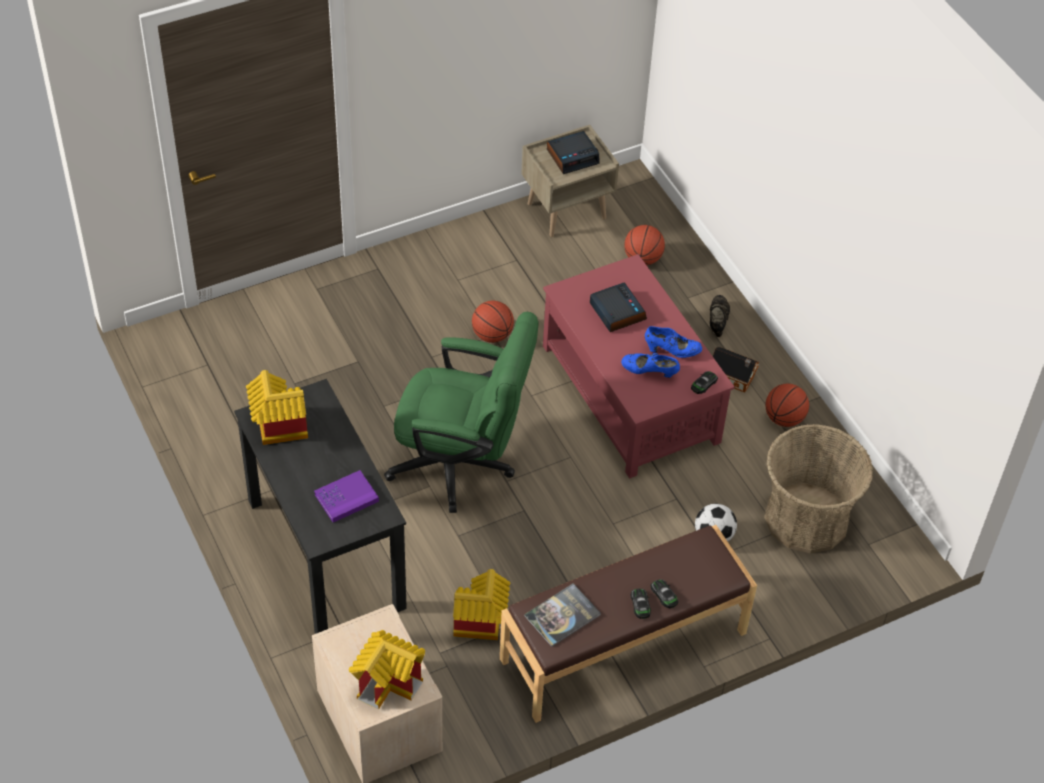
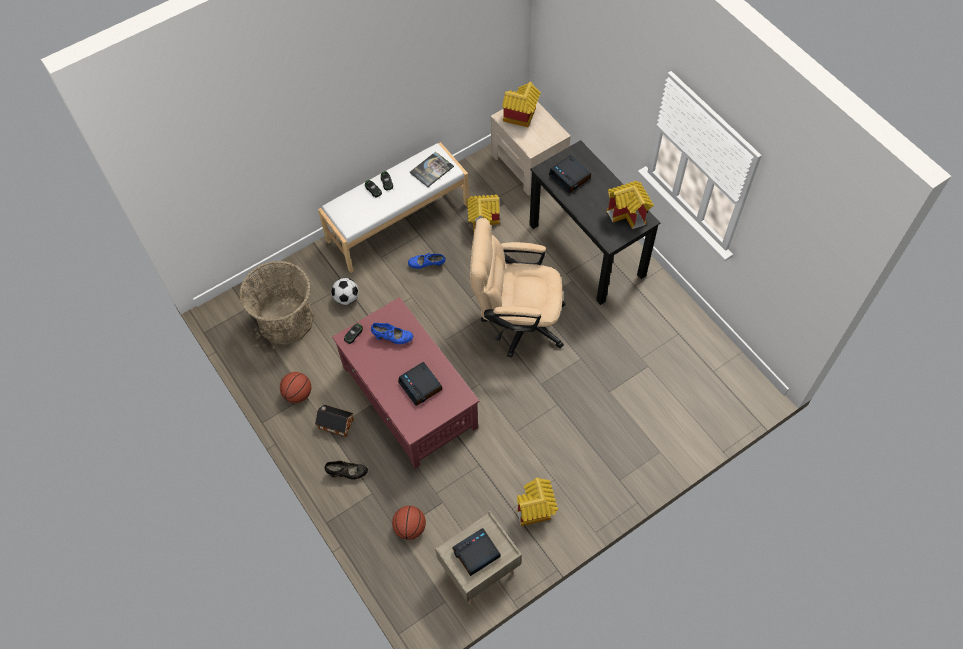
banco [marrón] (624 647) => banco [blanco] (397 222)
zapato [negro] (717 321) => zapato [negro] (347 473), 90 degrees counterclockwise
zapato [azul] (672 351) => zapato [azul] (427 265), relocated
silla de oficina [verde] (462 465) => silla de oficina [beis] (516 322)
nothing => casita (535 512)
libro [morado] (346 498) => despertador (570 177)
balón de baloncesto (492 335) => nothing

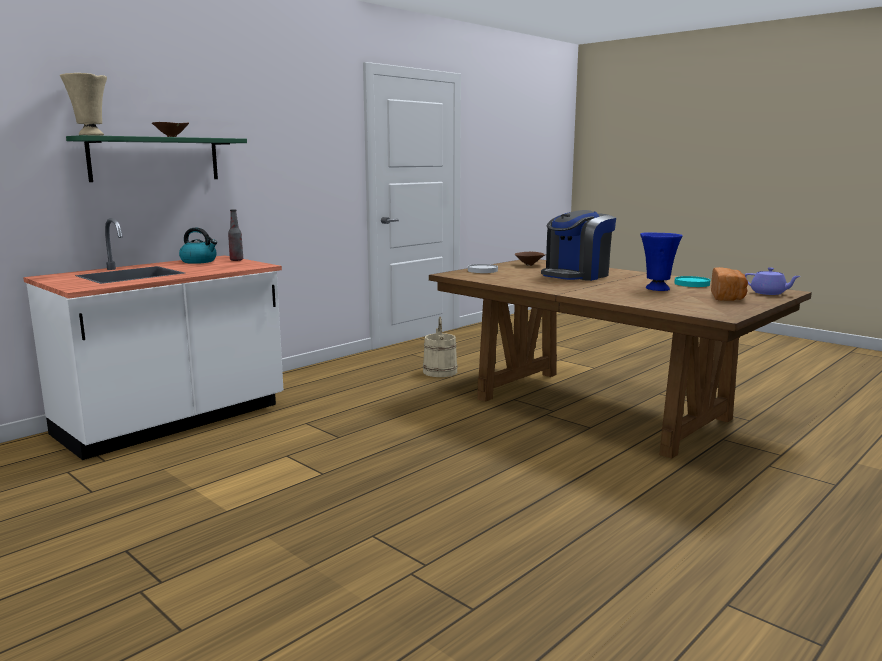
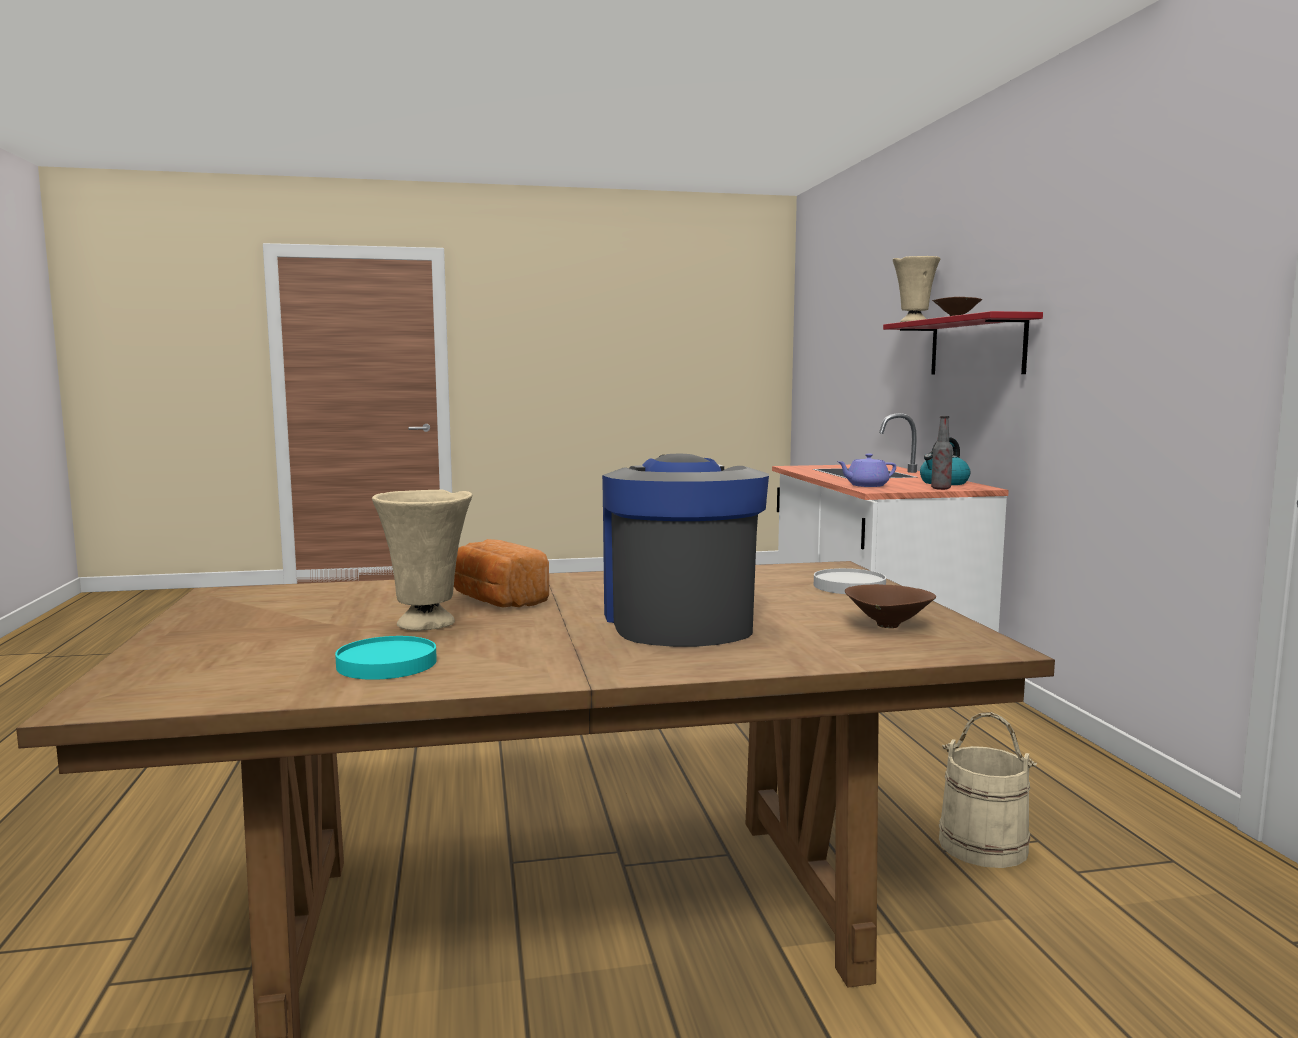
florero [azul] (656 289) => florero [beis] (428 624)
pan (728 297) => pan (496 600), relocated
tetera [morado] (769 293) => tetera [morado] (866 485), relocated
estante [verde] (155 159) => estante [rojo] (976 346)

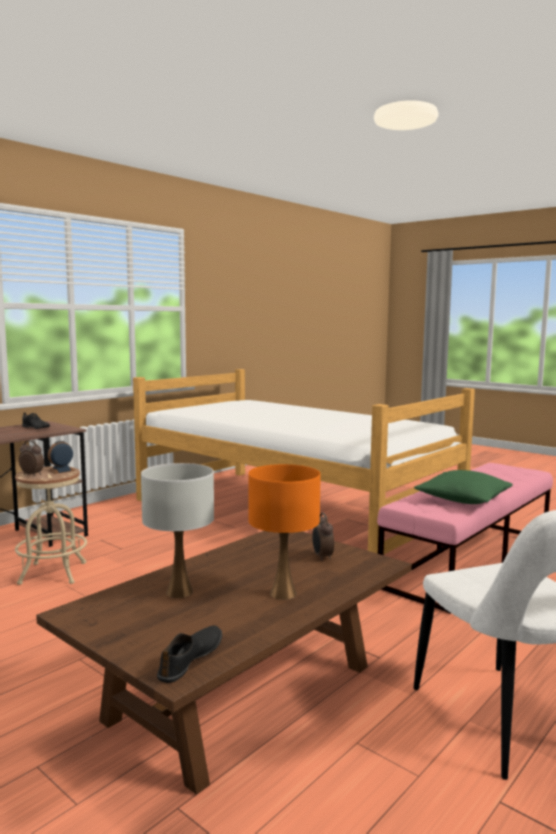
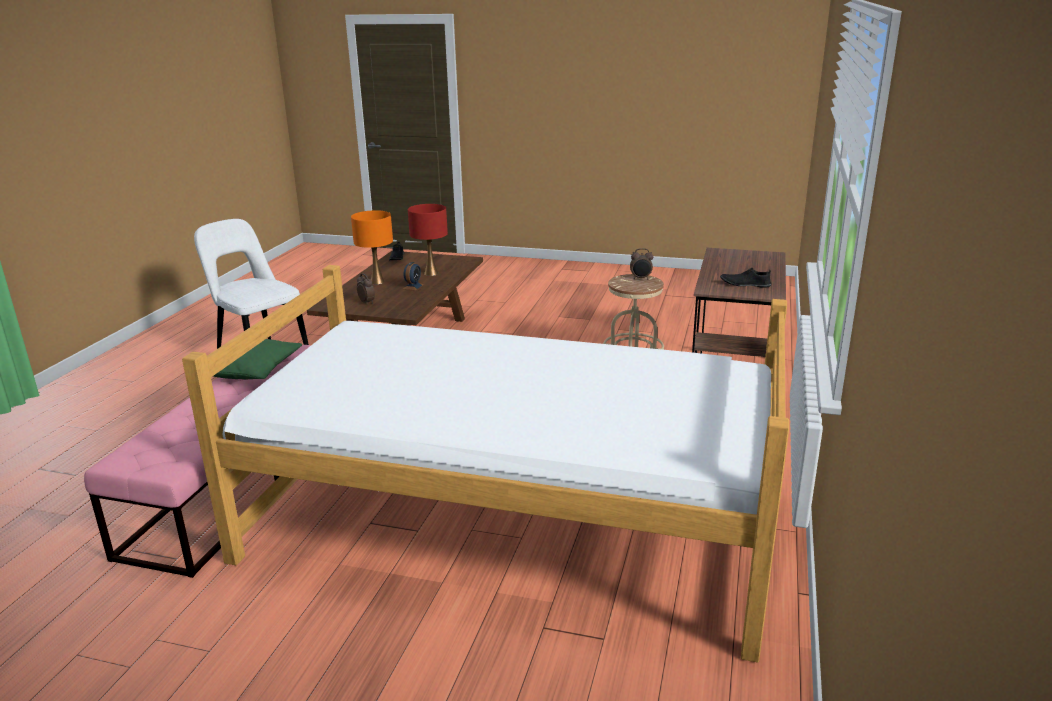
despertador (61 470) => despertador (413 286), relocated
lámpara de mesa [blanco] (180 592) => lámpara de mesa [rojo] (431 273)

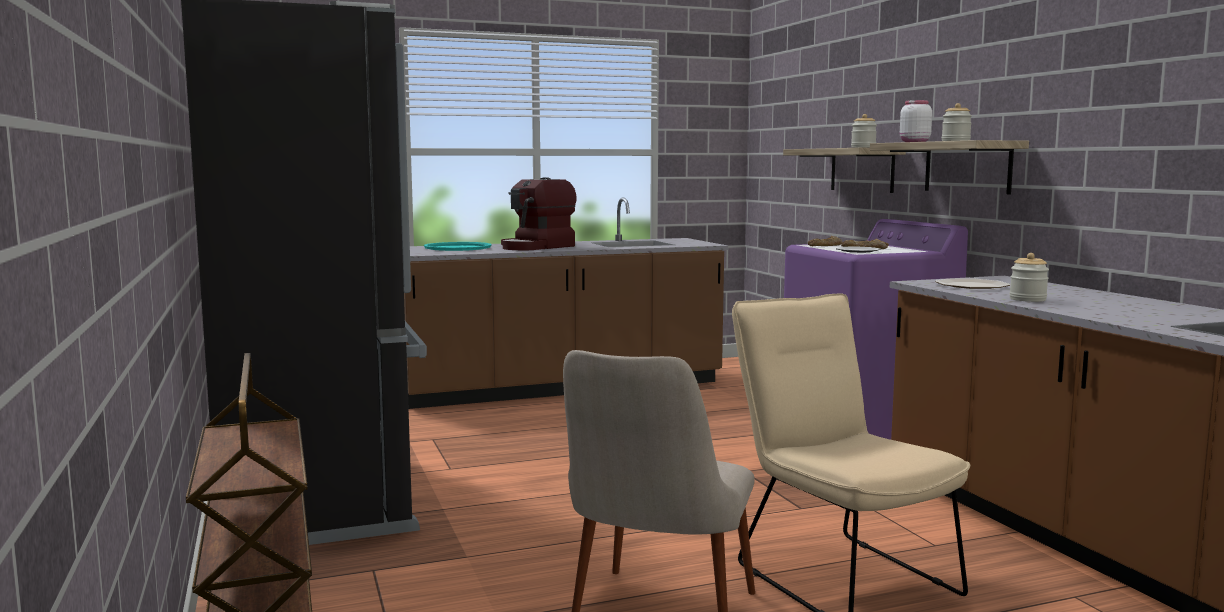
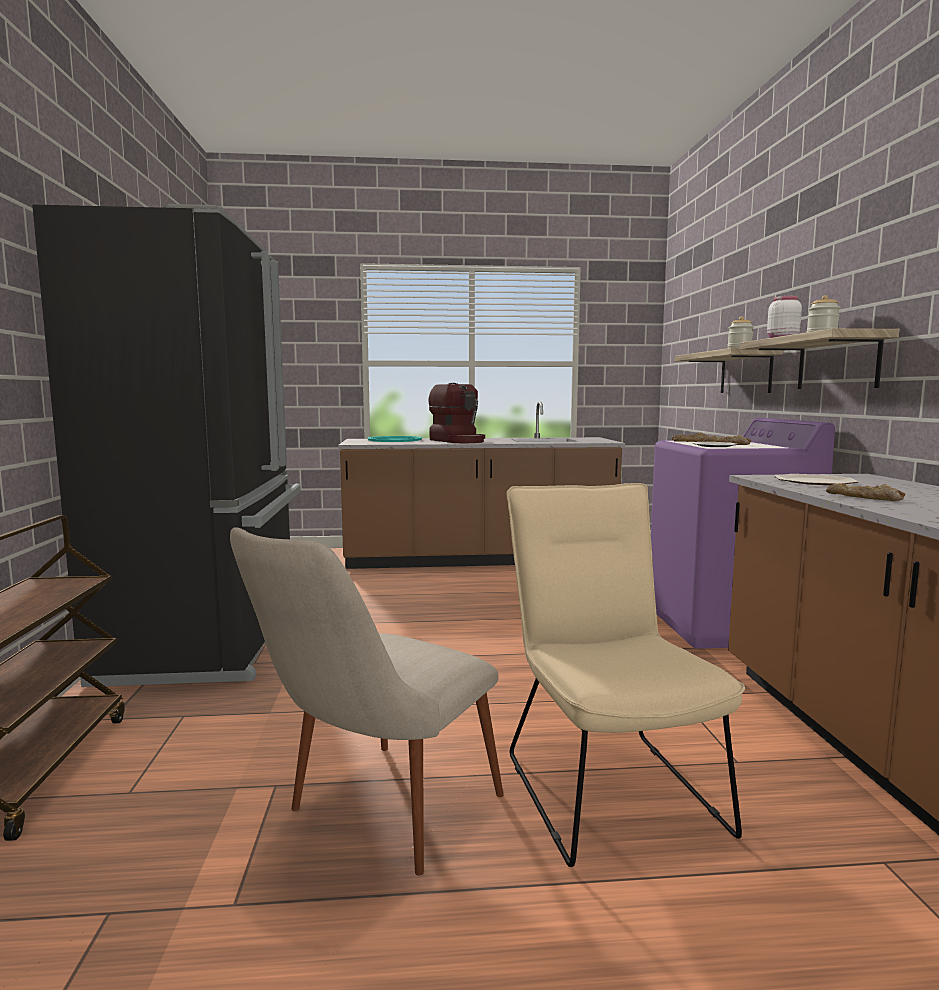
cafetera (537 247) => cafetera (458 441), 90 degrees counterclockwise
tarro (1027 299) => pan (863 497)

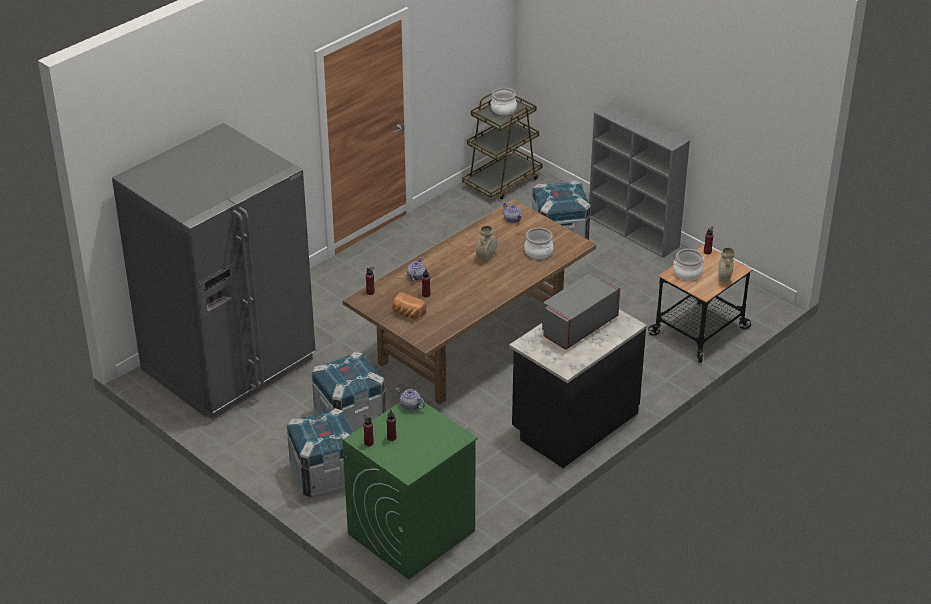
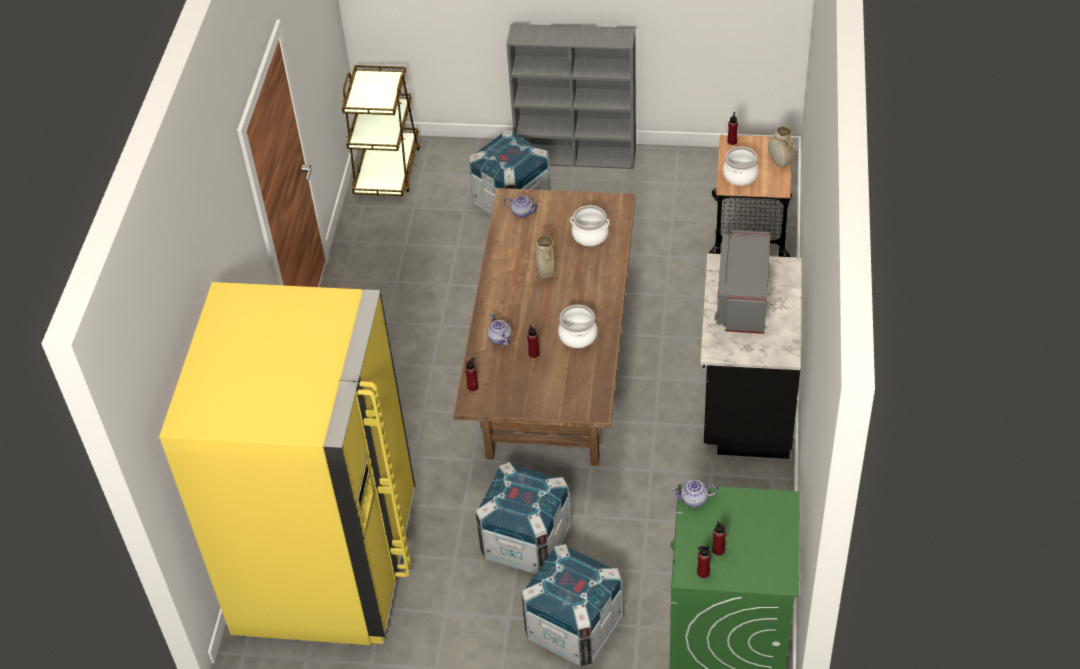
nevera [gris] (228 365) => nevera [amarillo] (326 564)
olla (503 109) => olla (578 336), relocated
pan (407 314) => nothing

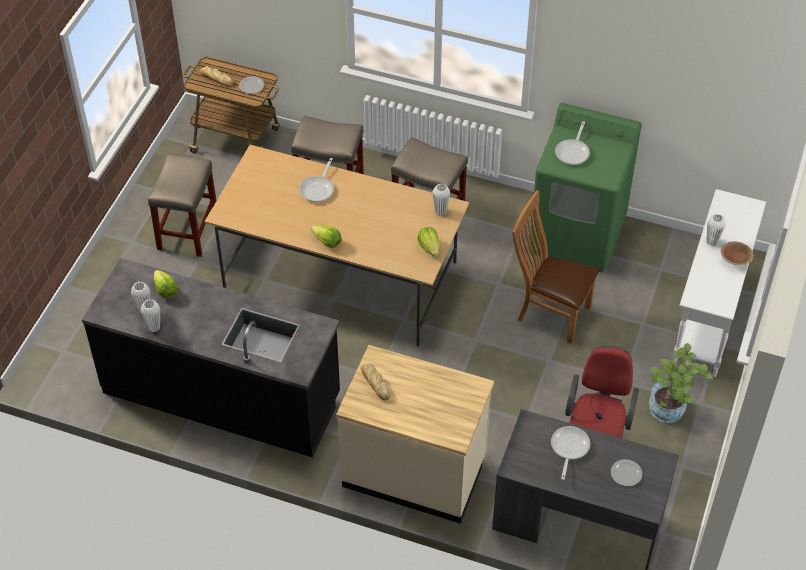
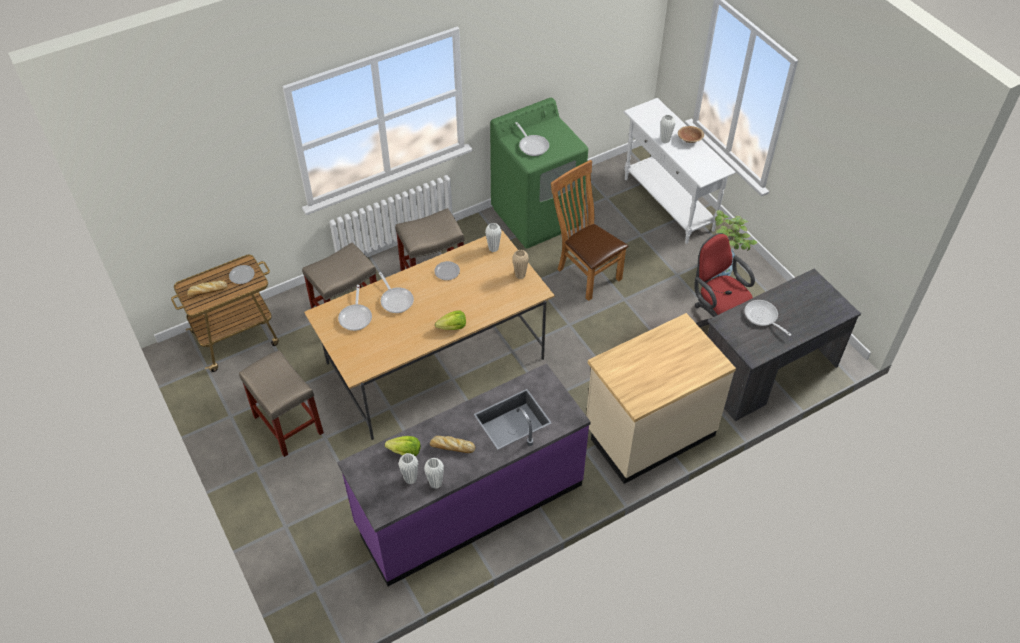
mueble bajo de cocina [negro] (222 394) => mueble bajo de cocina [morado] (469 504)
nothing => sartén (356 316)
pan (375 383) => pan (451 447), relocated
plato (626 473) => plato (447 271), relocated
lechuga (429 248) => florero [beis] (520 275)
silla [marrón] (549 312) => silla [marrón] (585 272), 75 degrees clockwise

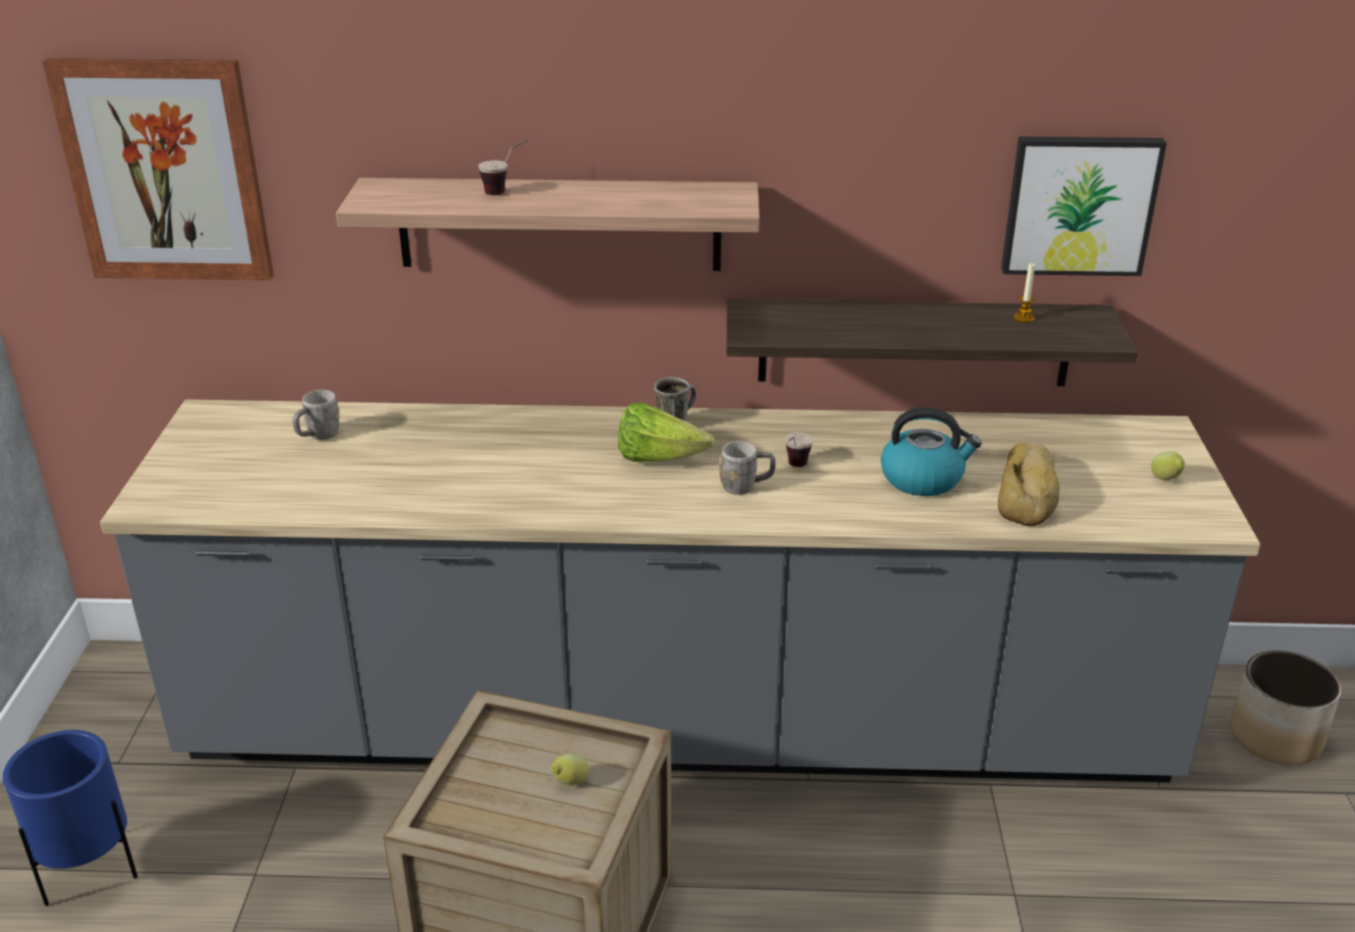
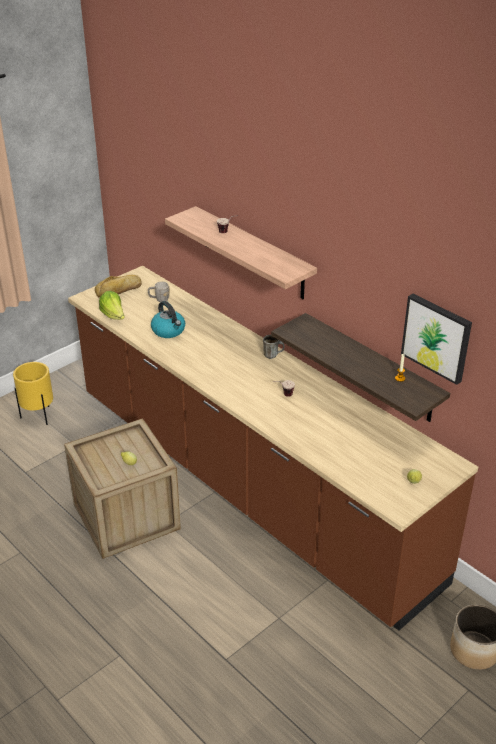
maceta [azul] (91 874) => maceta [amarillo] (39 416)
mueble bajo de cocina [gris] (677 727) => mueble bajo de cocina [marrón] (247 484)
pan (1029 493) => pan (119 290), relocated
lechuga (658 458) => lechuga (114 316), relocated
hervidor (923 478) => hervidor (169 331), relocated
cuadro (165 170) => nothing
taza grande [gris] (746 486) => nothing

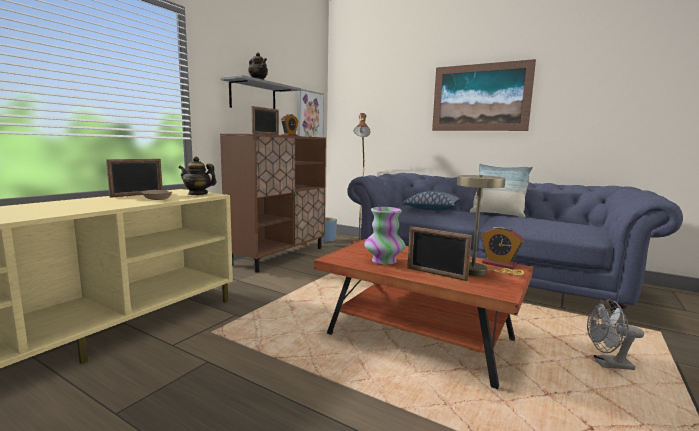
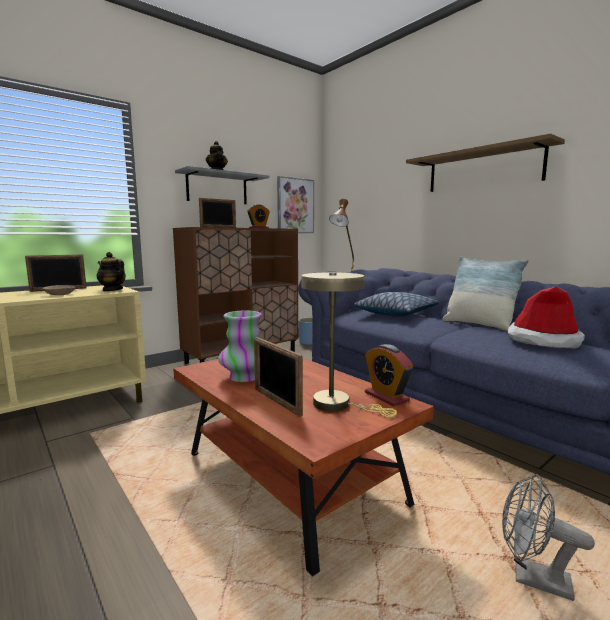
cuadro (480 97) => estante (483 169)
nothing => sombrero (543 341)

